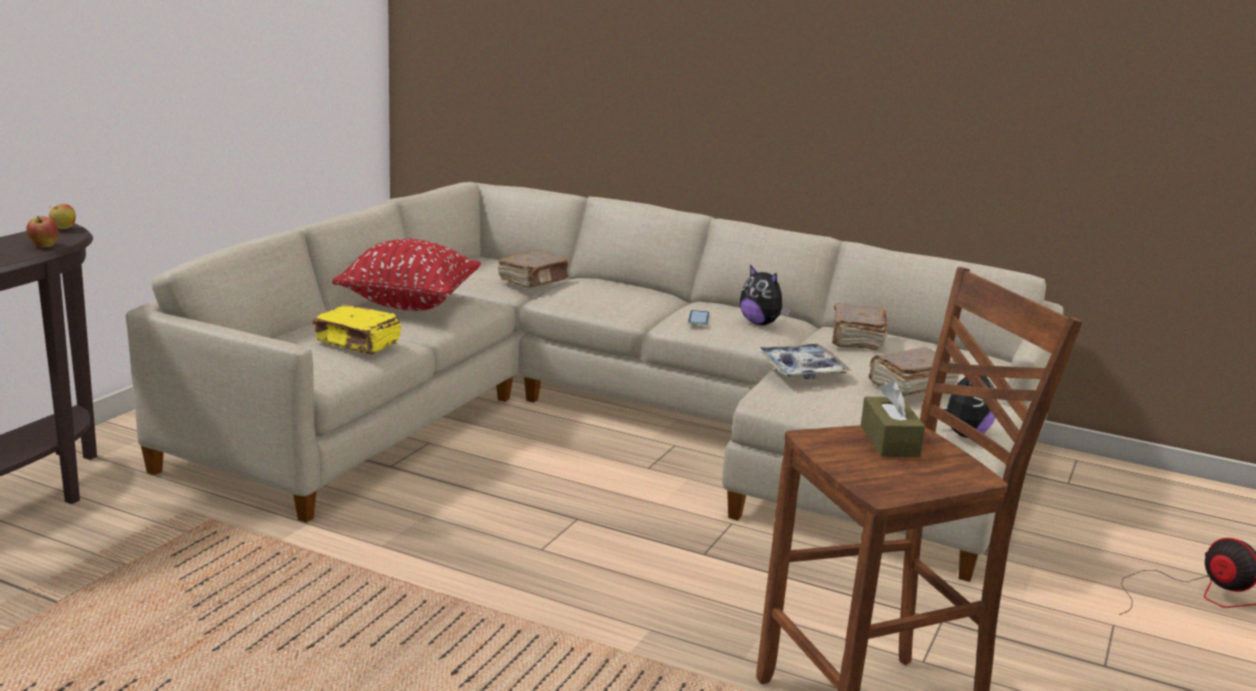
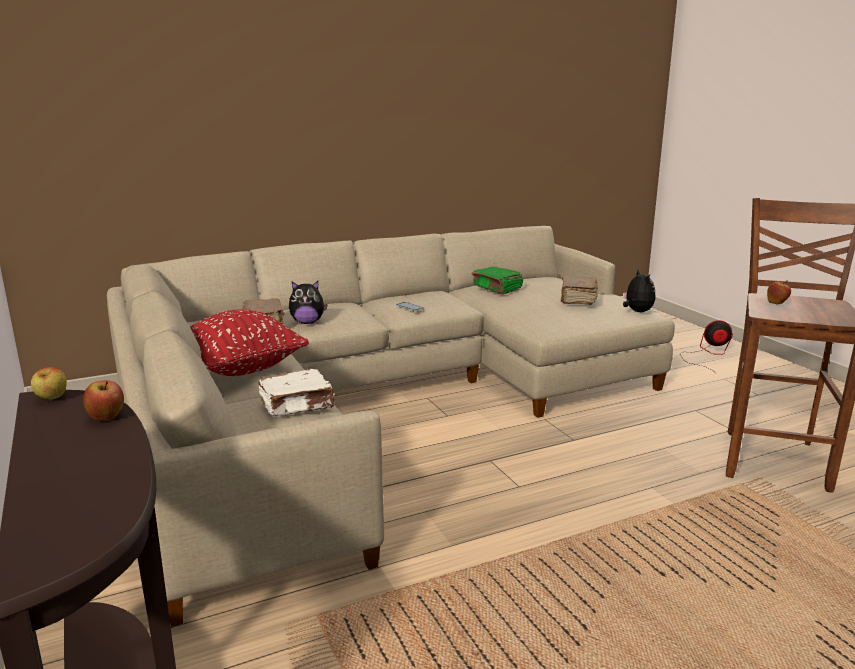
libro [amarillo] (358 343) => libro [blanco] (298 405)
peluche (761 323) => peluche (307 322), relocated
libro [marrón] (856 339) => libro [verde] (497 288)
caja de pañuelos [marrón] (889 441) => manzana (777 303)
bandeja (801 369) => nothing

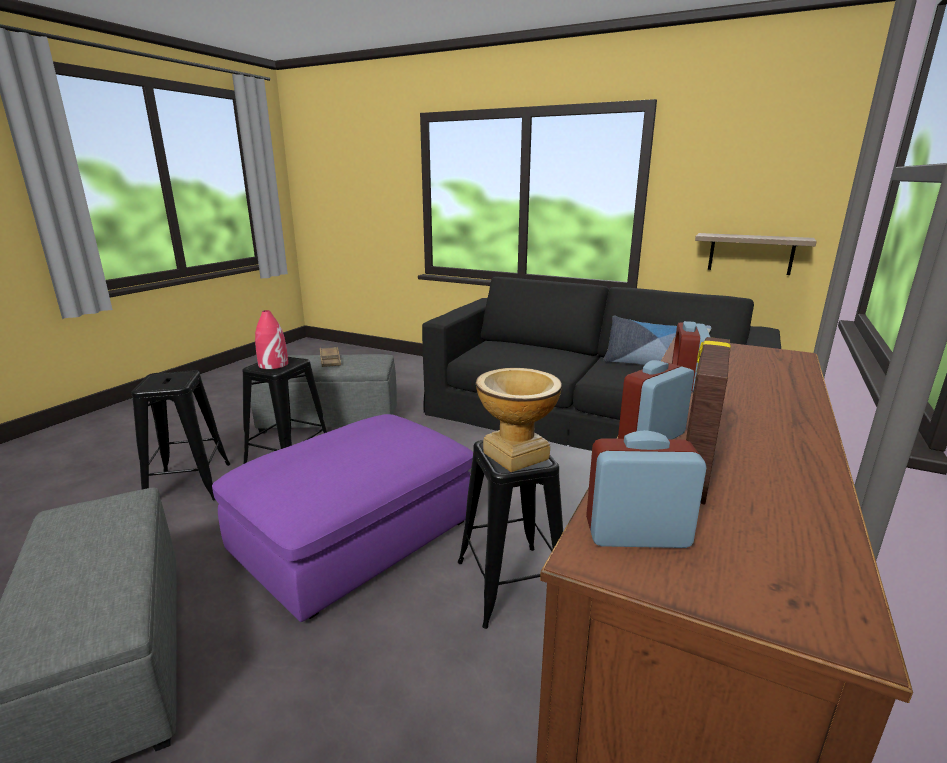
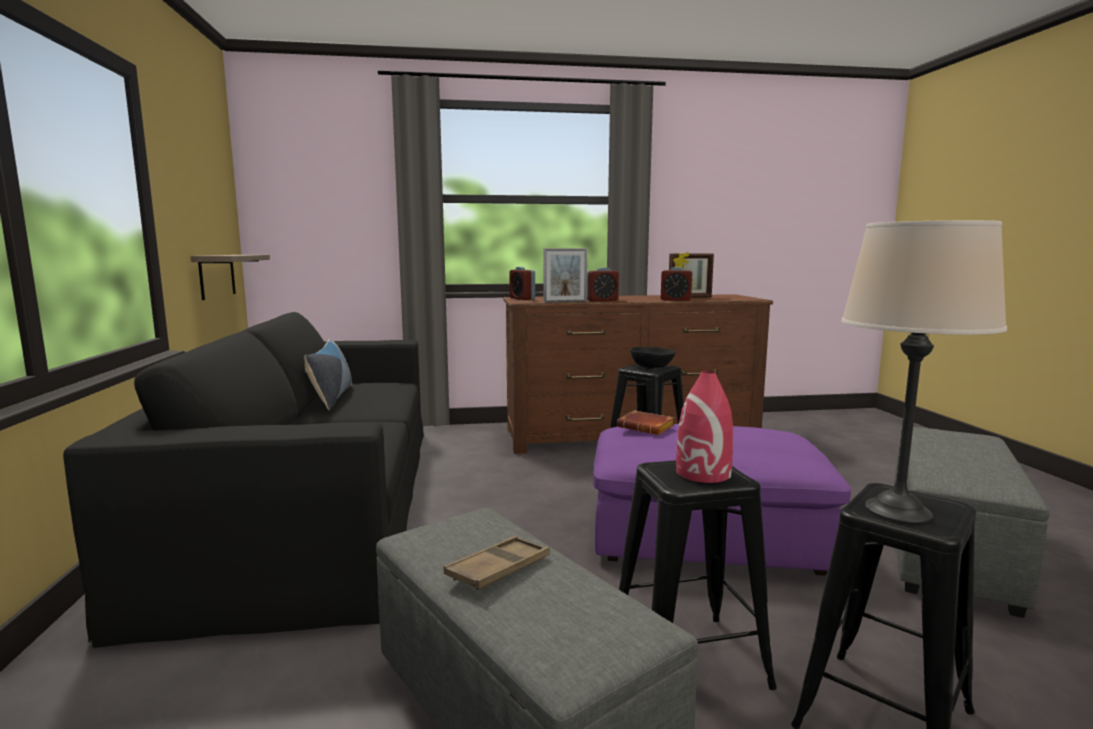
despertador (637 534) => despertador (522 298), relocated
nothing => portarretratos (565 302)
nothing => libro [marrón] (647 427)
florero (516 455) => cuenco [negro] (652 367)
nothing => lámpara de mesa [beis] (897 510)

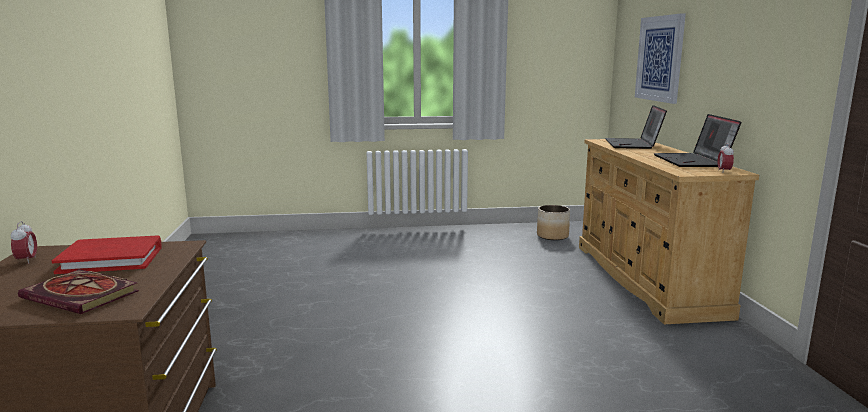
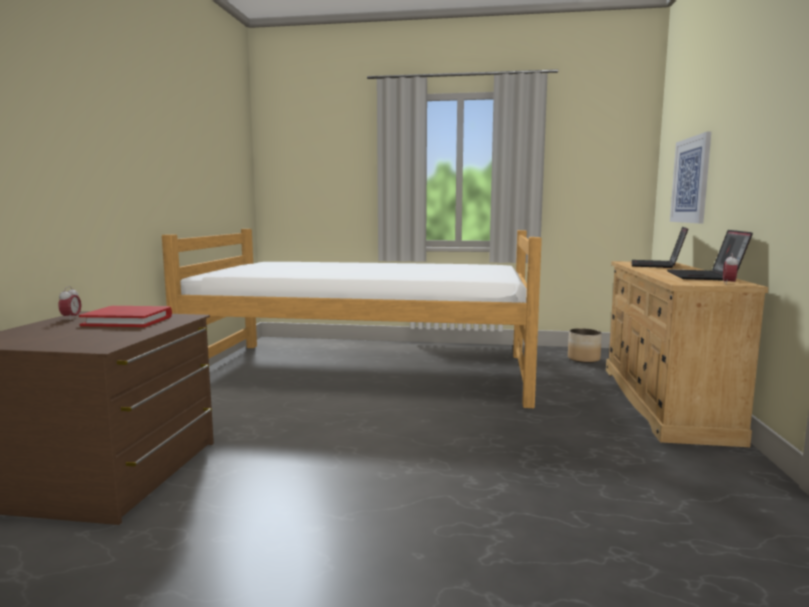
nothing => cama (365 371)
libro (84 295) => nothing

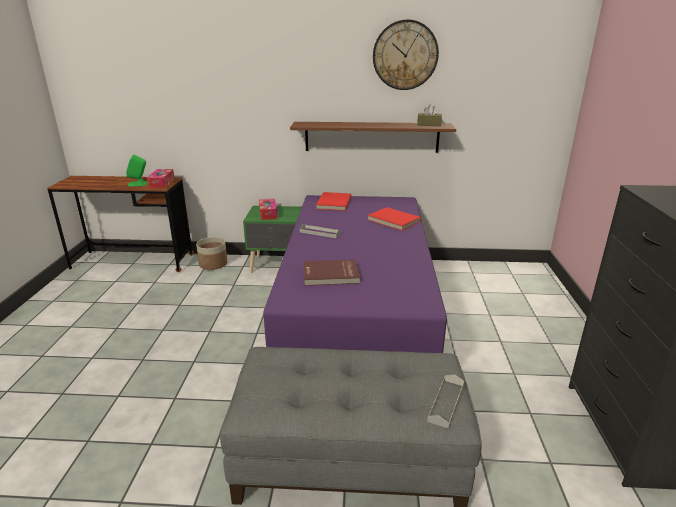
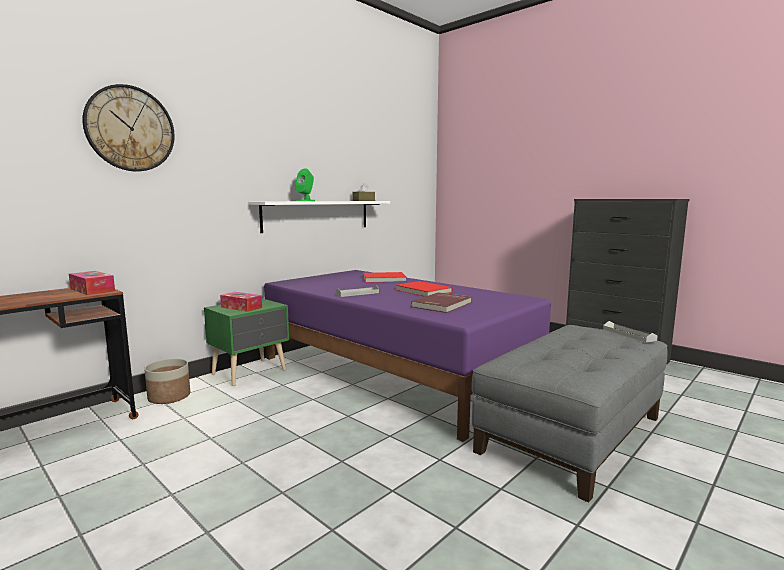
reloj de pared (405 55) => reloj de pared (130 129), relocated
estante [marrón] (371 137) => estante [blanco] (317 215)
altavoz [verde] (138 184) => altavoz [verde] (306 201), relocated
libro [rojo] (333 203) => libro [rojo] (423 291), relocated

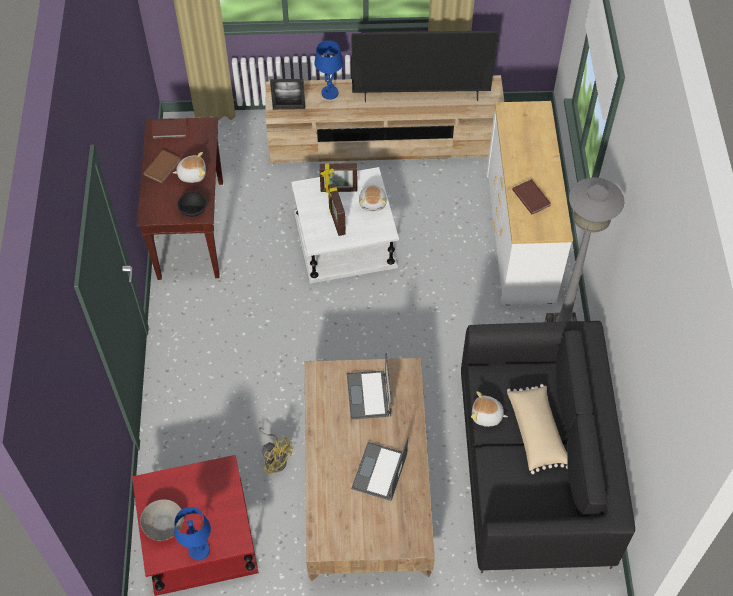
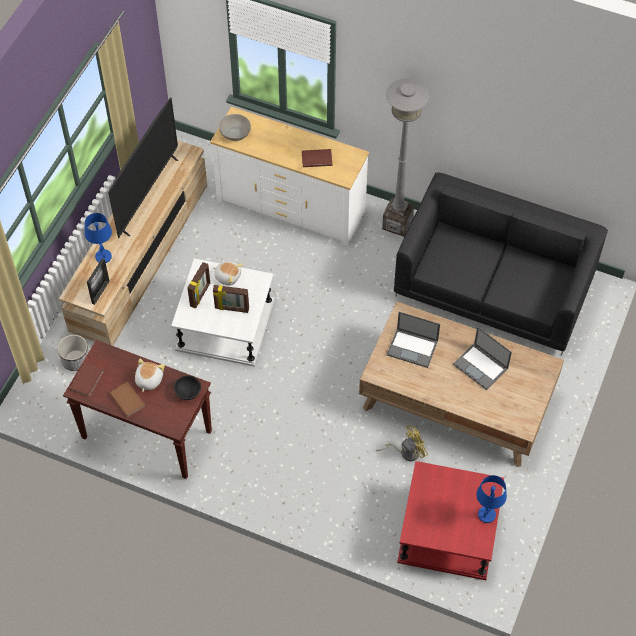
nothing => maceta (75 360)
cuenco [gris] (164 525) => cuenco [gris] (235 133), relocated
peluche (486 416) => nothing
cojín [beis] (537 433) => nothing

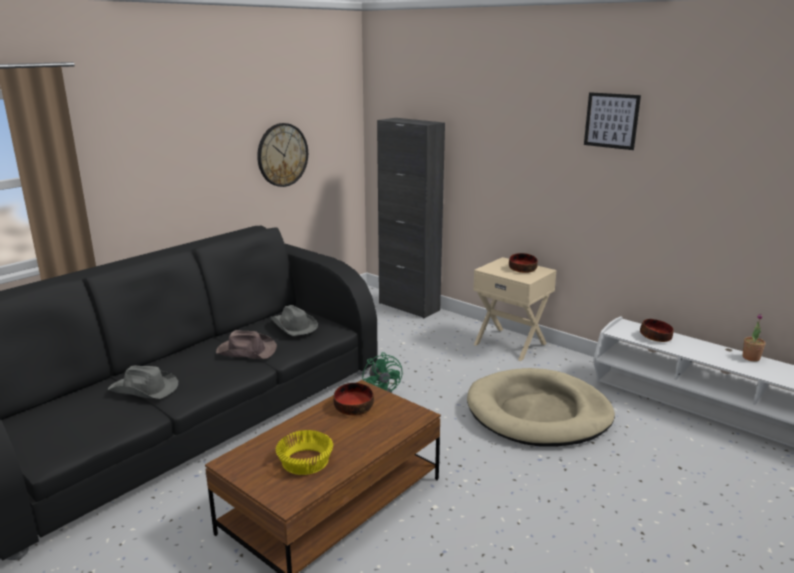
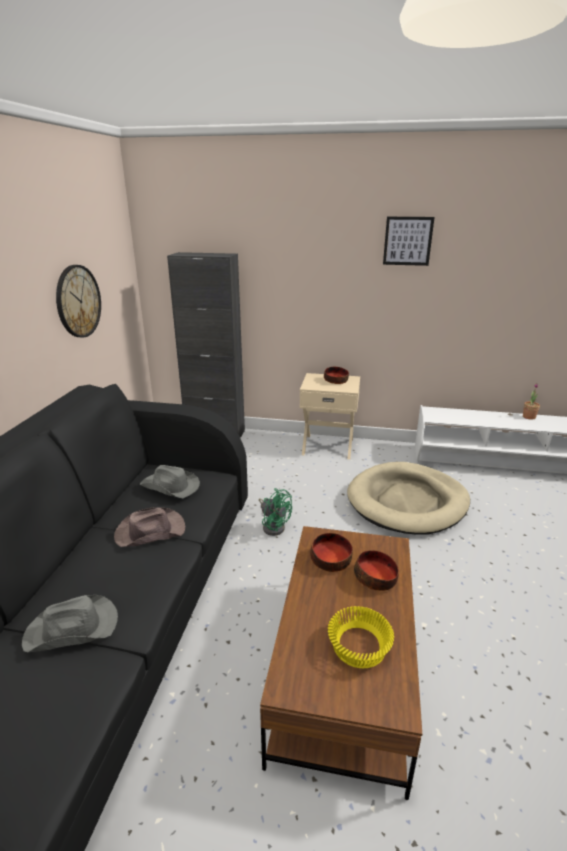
cuenco (655 337) => cuenco (376 578), relocated

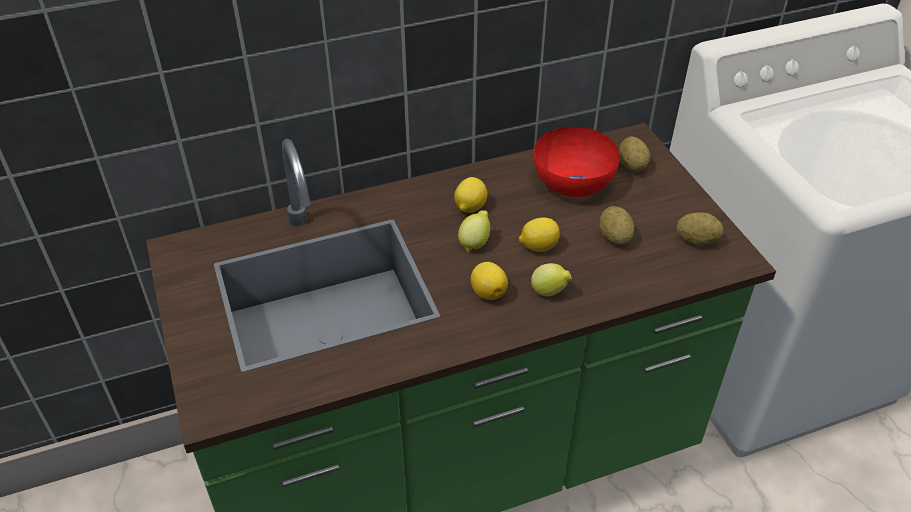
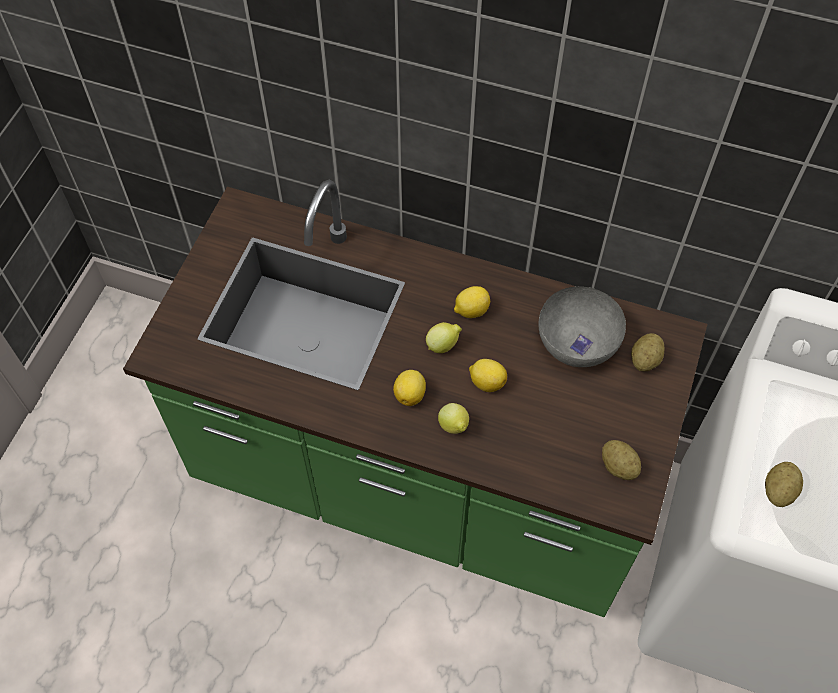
cuenco [rojo] (572 181) => cuenco [gris] (577 341)
patata (615 237) => patata (778 491), relocated

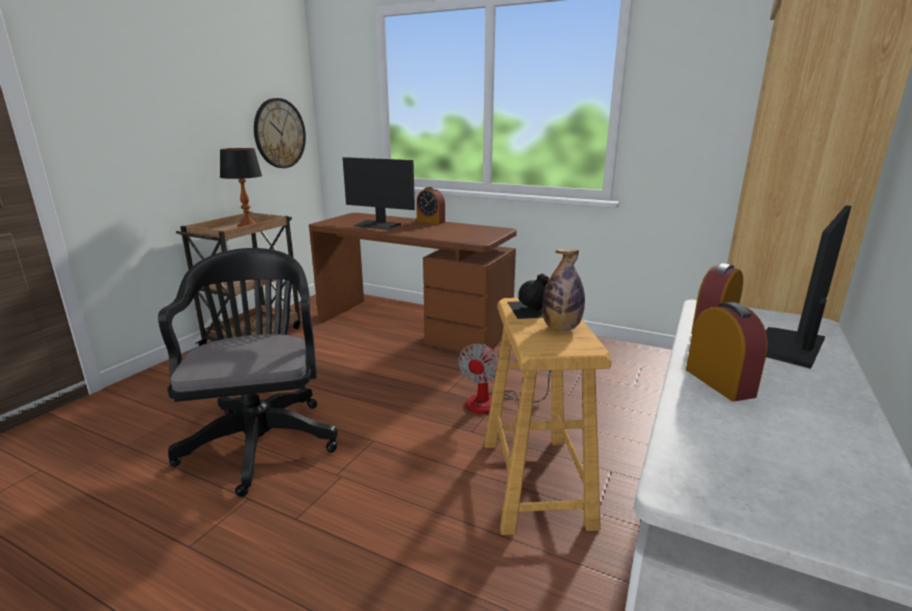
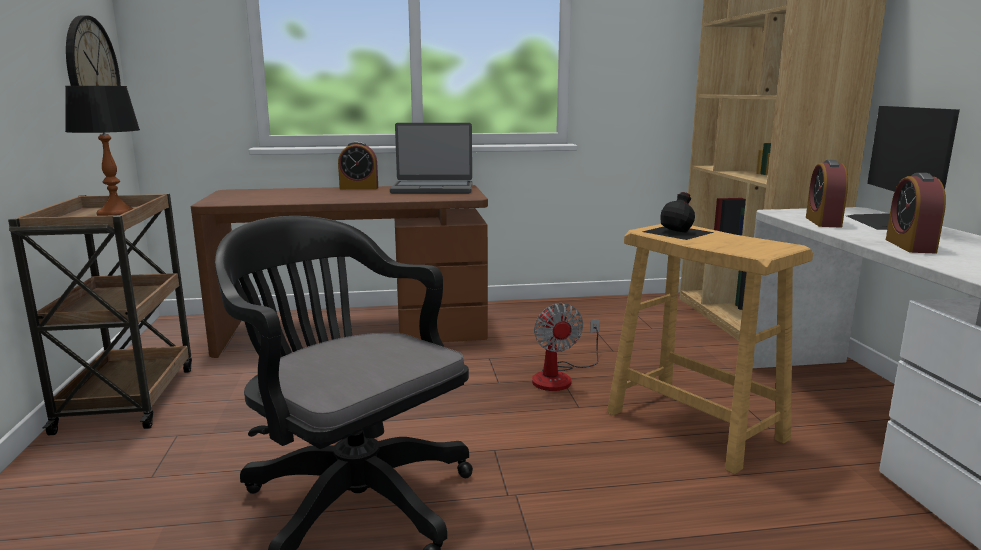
nothing => portátil (432 189)
despertador (719 382) => despertador (910 246), 120 degrees counterclockwise
monitor (377 225) => nothing
botella (561 328) => nothing

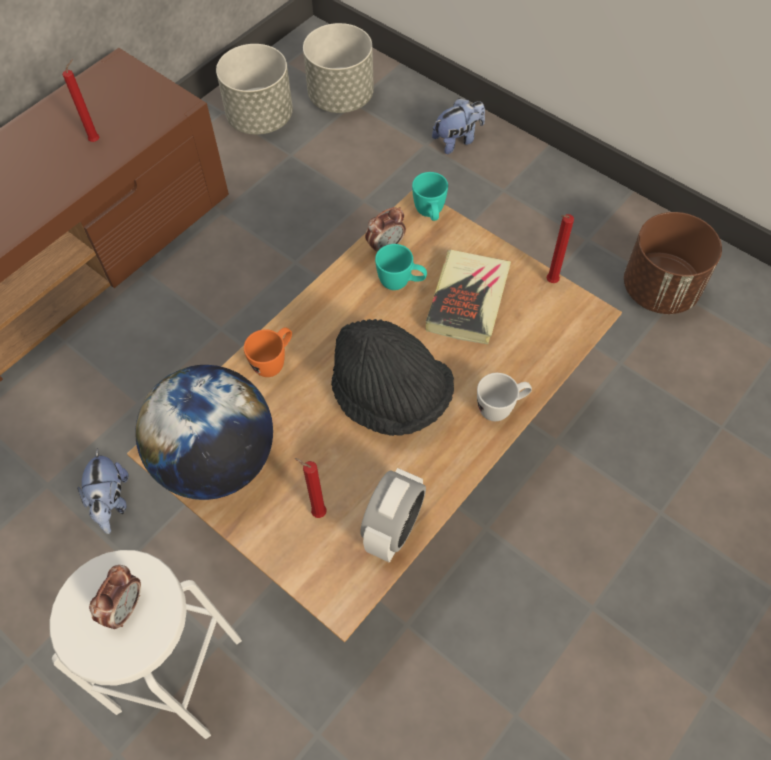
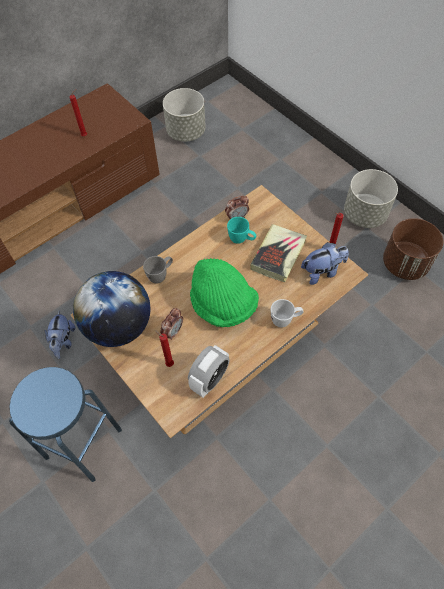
taburete [blanco] (178 674) => taburete [azul] (83 443)
taza grande [naranja] (274 362) => taza grande [gris] (160 275)
despertador (125 607) => despertador (173 331), relocated
sombrero [negro] (390 397) => sombrero [verde] (222 305)
peluche (457 140) => peluche (322 272), relocated
maceta [gris] (340 98) => maceta [gris] (364 215), relocated
taza grande [turquesa] (430 215) => nothing

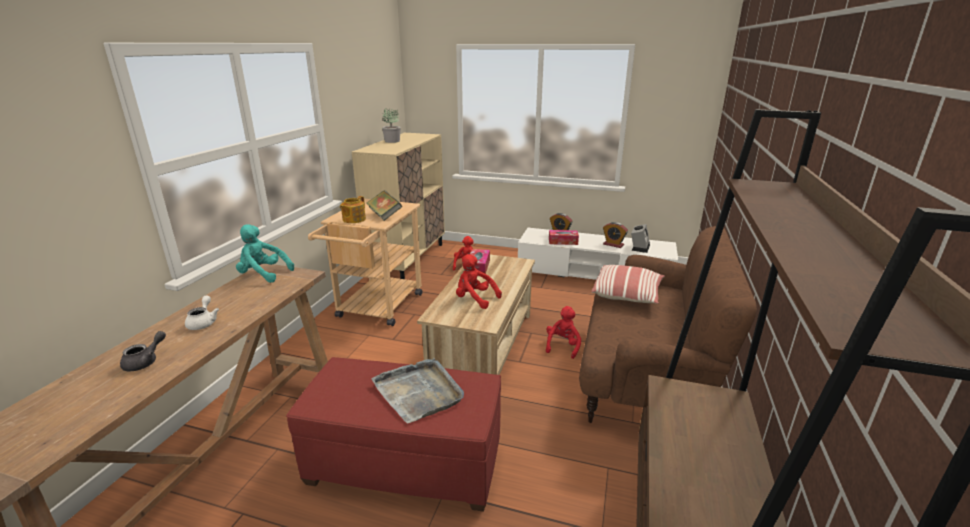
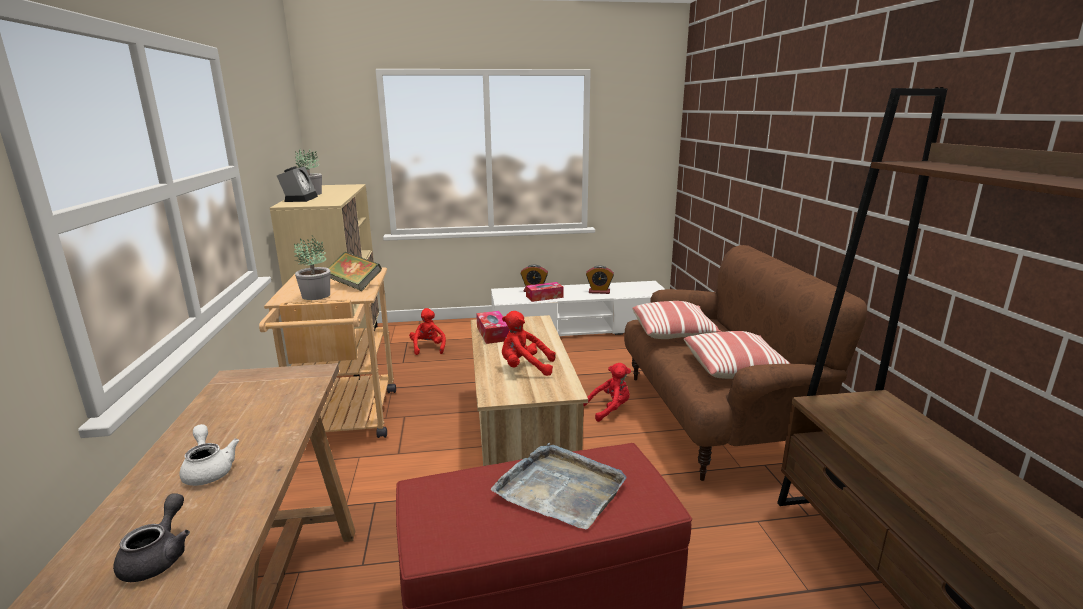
despertador (639 247) => despertador (300 199), relocated
tetera (353 219) => planta en maceta (315 295)
peluche [rojo] (562 346) => peluche [rojo] (609 409), 75 degrees clockwise
nothing => cojín (735 368)
peluche [turquesa] (263 274) => nothing

